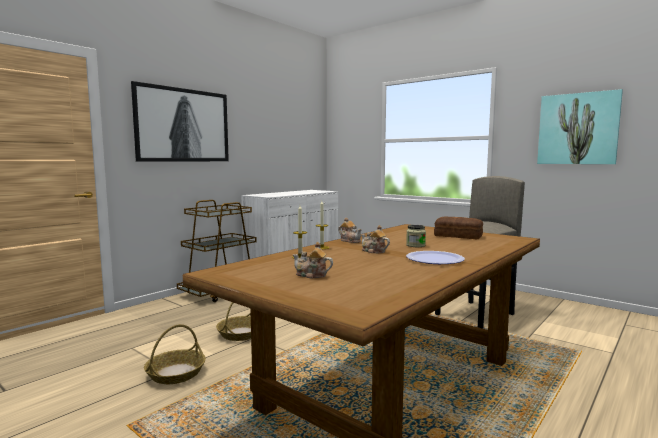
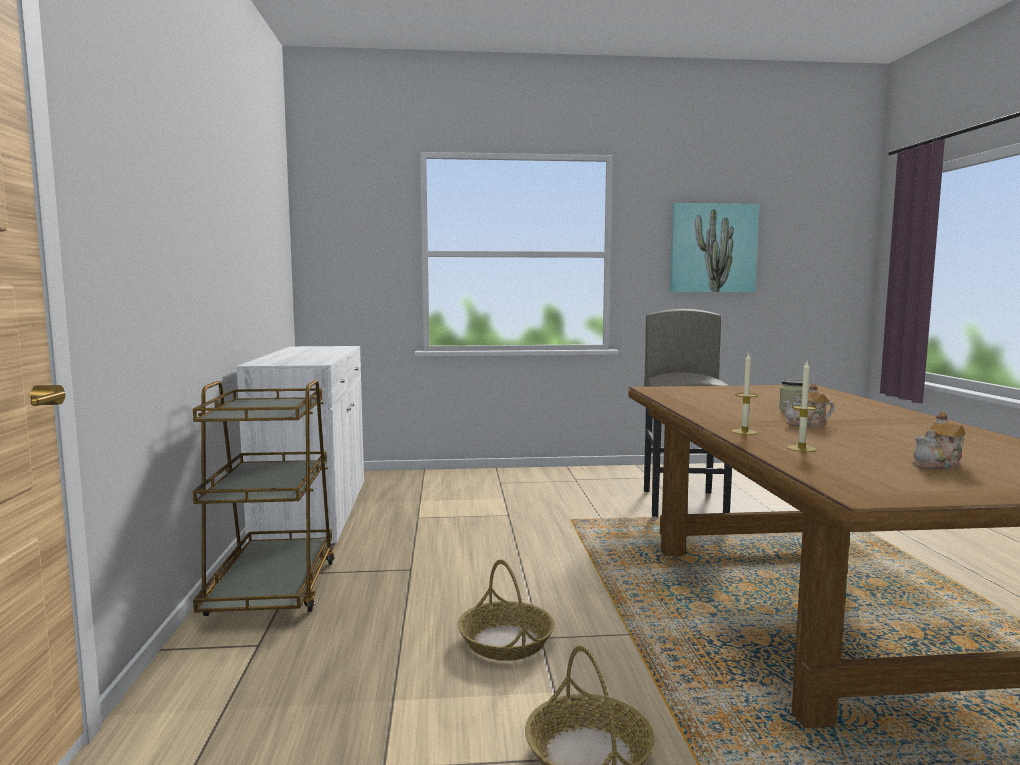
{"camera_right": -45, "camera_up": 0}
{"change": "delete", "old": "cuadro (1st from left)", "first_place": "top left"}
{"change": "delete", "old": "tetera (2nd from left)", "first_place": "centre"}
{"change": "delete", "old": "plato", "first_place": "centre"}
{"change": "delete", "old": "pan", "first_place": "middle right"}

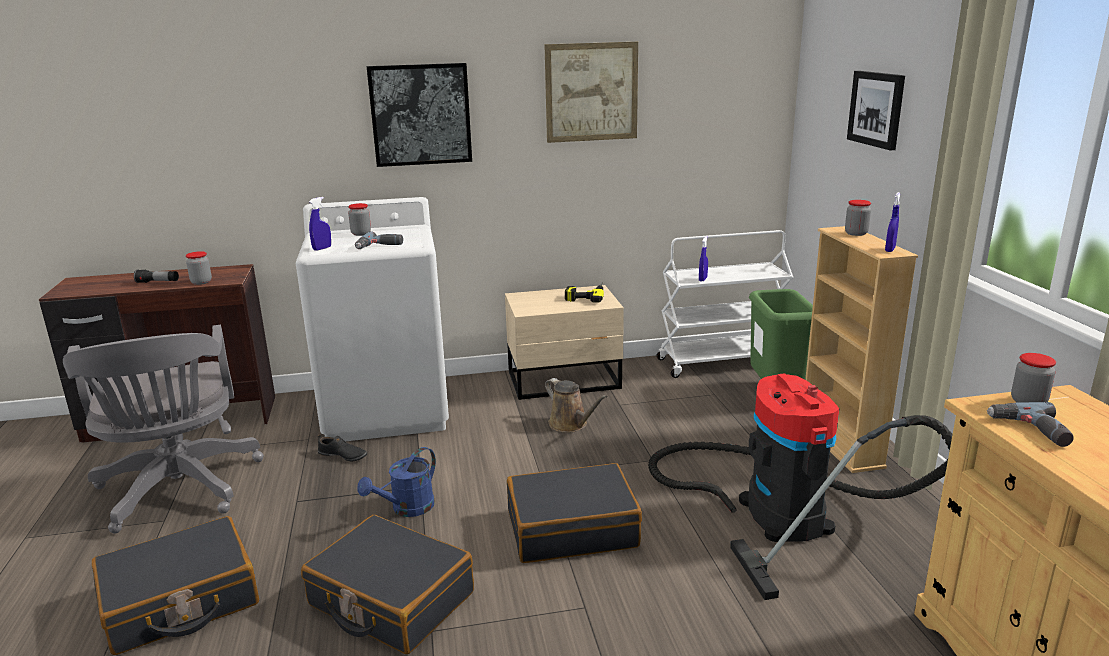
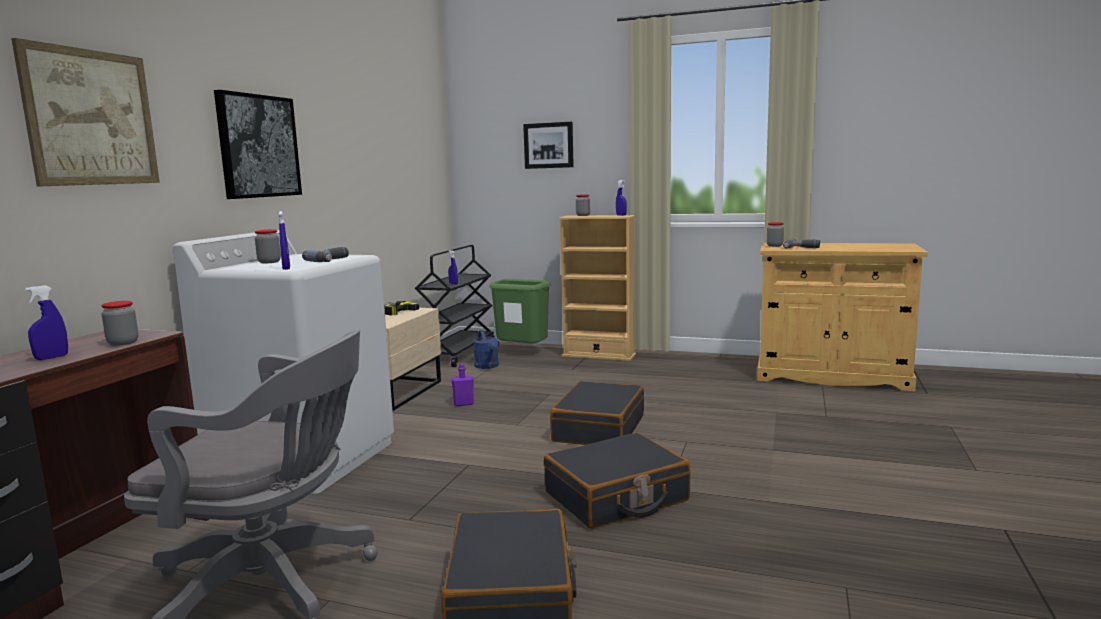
{"camera_right": -60, "camera_up": -10}
{"change": "move", "old": "cuadro (2nd from left in the first image)", "new": "cuadro (1st from left)", "first_place": "top centre", "second_place": "top left"}
{"change": "replace", "old": "linterna", "new": "pulverizador [azul] (1st from left)", "first_place": "middle left", "second_place": "middle left"}
{"change": "recolor", "old": "carrito [blanco]", "new": "carrito [negro]", "first_place": "centre", "second_place": "centre"}
{"change": "replace", "old": "regadera [marrón]", "new": "botella [morado]", "first_place": "centre", "second_place": "centre"}
{"change": "move", "old": "regadera [azul]", "first_place": "bottom centre", "second_place": "centre"}
{"change": "delete", "old": "zapato [negro]", "first_place": "bottom left"}
{"change": "delete", "old": "aspiradora", "first_place": "bottom right"}

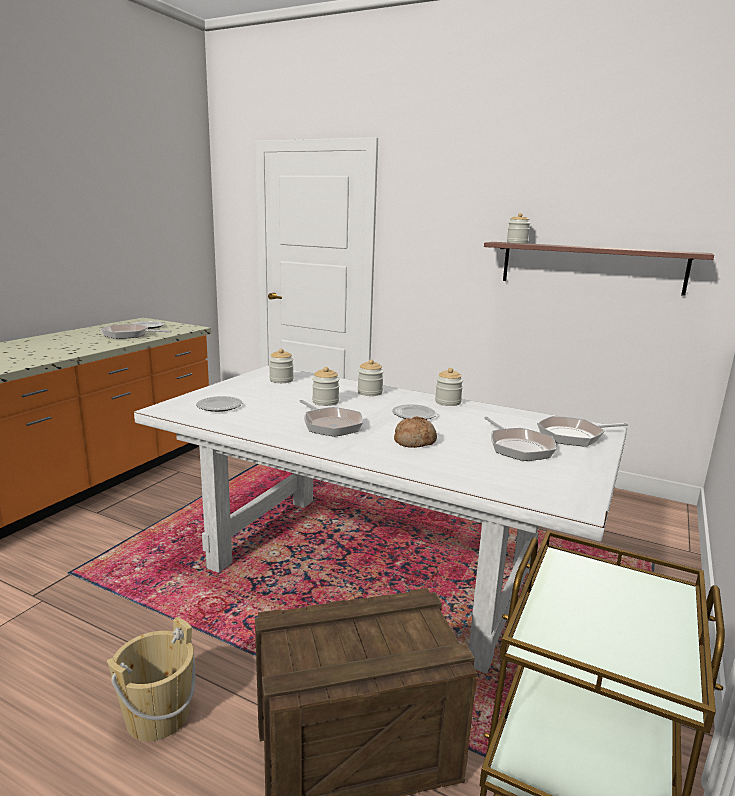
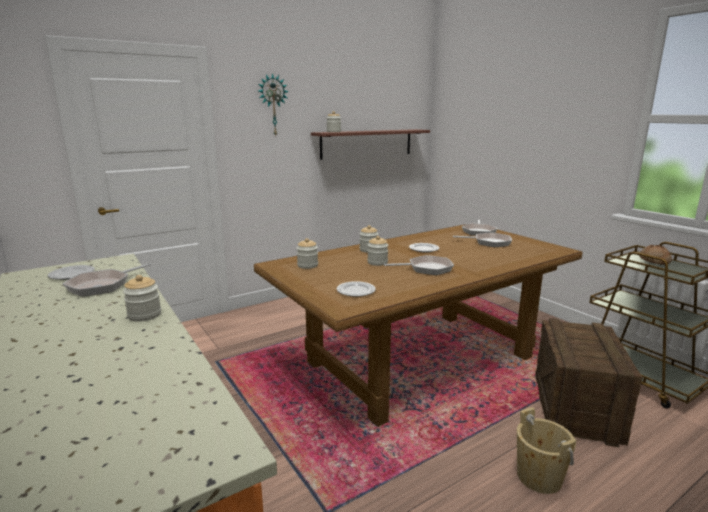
{"camera_right": -60, "camera_up": 0}
{"change": "move", "old": "tarro (4th from left in the first image)", "new": "tarro (1st from left)", "first_place": "centre", "second_place": "middle left"}
{"change": "recolor", "old": "mesa de comedor [blanco]", "new": "mesa de comedor [marrón]", "first_place": "centre", "second_place": "centre"}
{"change": "insert", "new": "reloj de pared", "second_place": "top centre"}
{"change": "move", "old": "pan", "first_place": "centre", "second_place": "middle right"}

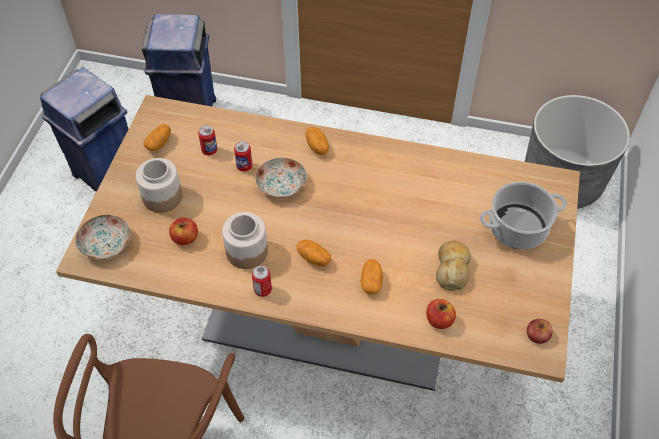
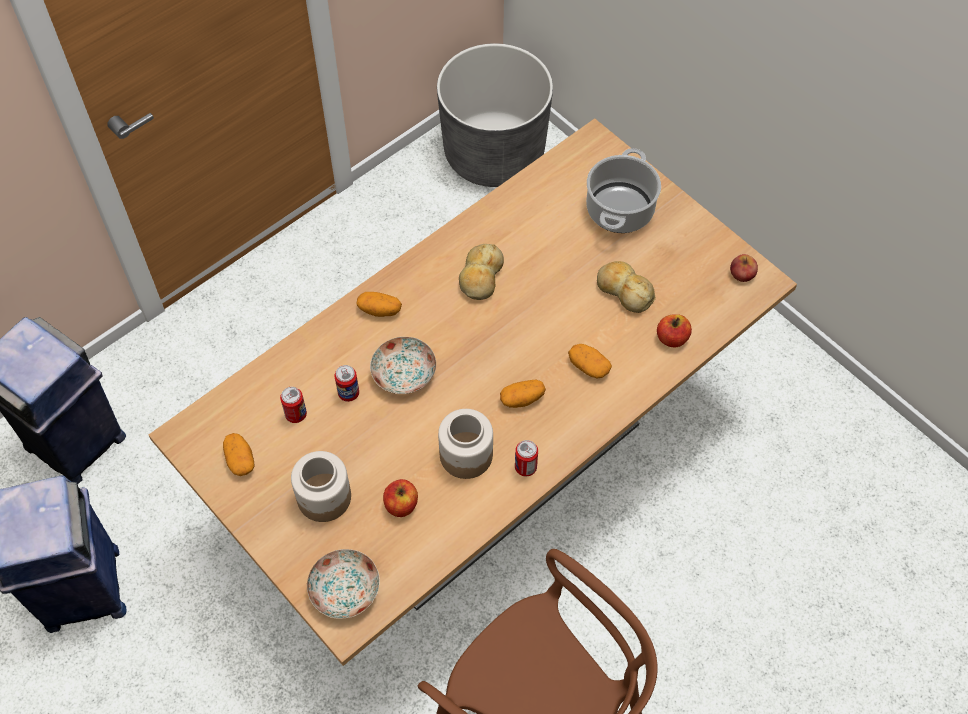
{"camera_right": -55, "camera_up": 5}
{"change": "insert", "new": "pan (1st from left)", "second_place": "centre"}

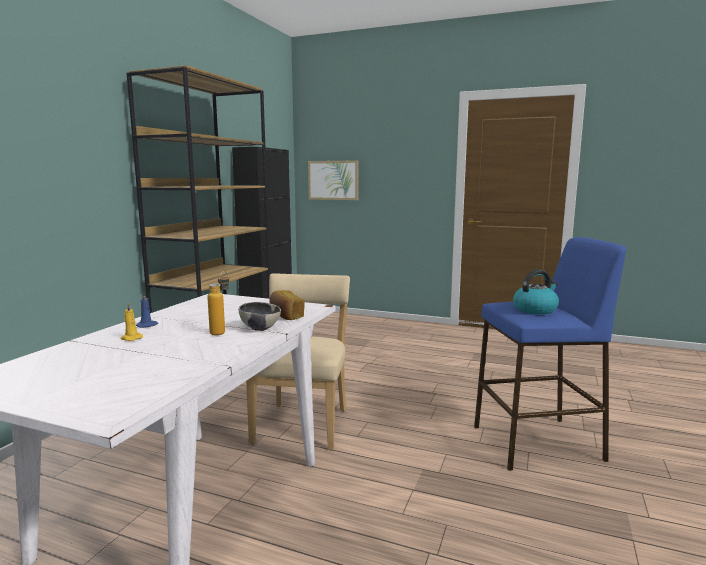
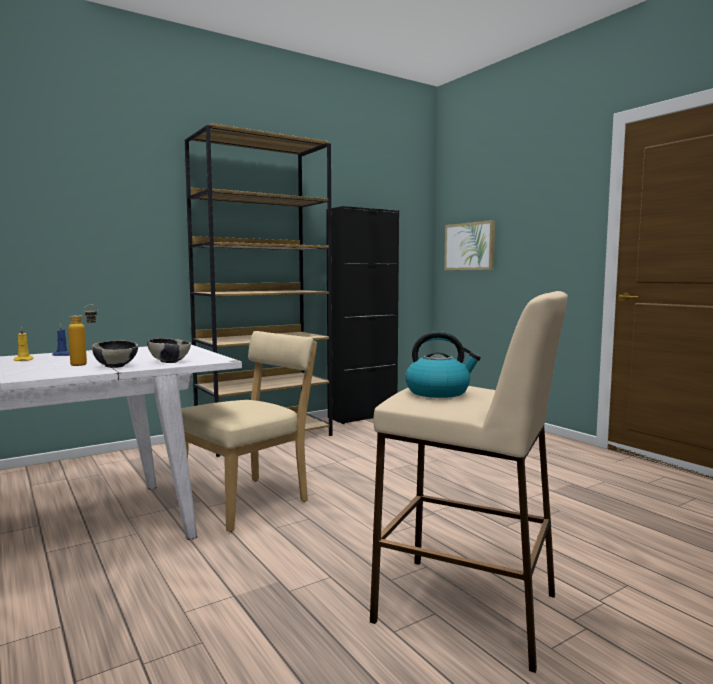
{"camera_right": 35, "camera_up": -5}
{"change": "replace", "old": "pan", "new": "cuenco (2nd from left)", "first_place": "centre", "second_place": "middle left"}
{"change": "recolor", "old": "taburete [azul]", "new": "taburete [beis]", "first_place": "middle right", "second_place": "bottom centre"}

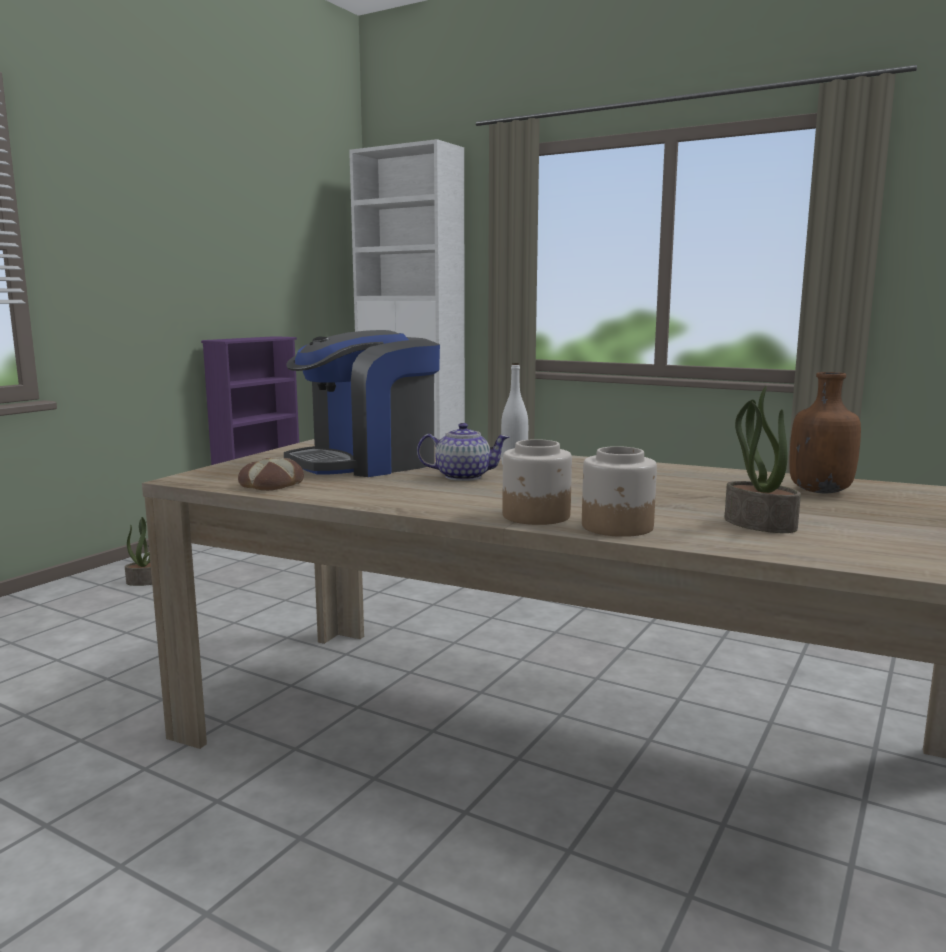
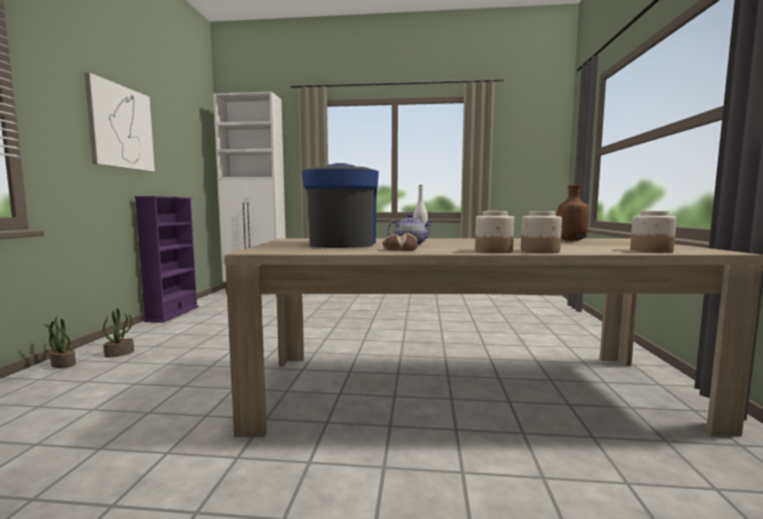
{"camera_right": -25, "camera_up": -5}
{"change": "move", "old": "planta en maceta (2nd from left in the first image)", "new": "planta en maceta (1st from left)", "first_place": "middle right", "second_place": "middle left"}
{"change": "insert", "new": "cuadro", "second_place": "top left"}
{"change": "rotate", "old": "cafetera", "first_place": "centre", "second_place": "centre", "degrees": 150}
{"change": "move", "old": "pan", "first_place": "middle left", "second_place": "centre"}
{"change": "insert", "new": "tarro (3rd from left)", "second_place": "middle right"}

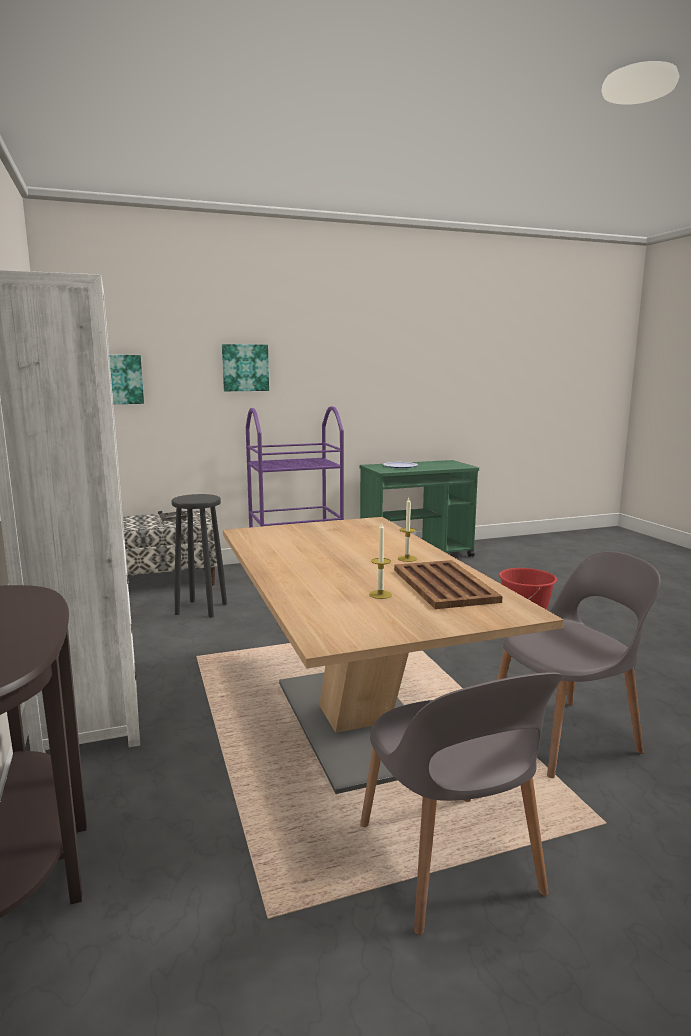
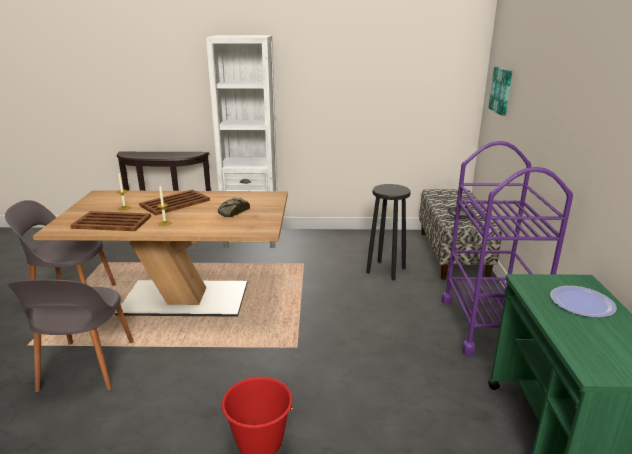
{"camera_right": 110, "camera_up": 10}
{"change": "insert", "new": "bandeja [marrón] (2nd from left)", "second_place": "middle left"}
{"change": "insert", "new": "pan", "second_place": "centre"}
{"change": "delete", "old": "cuadro (2nd from left)", "first_place": "centre"}

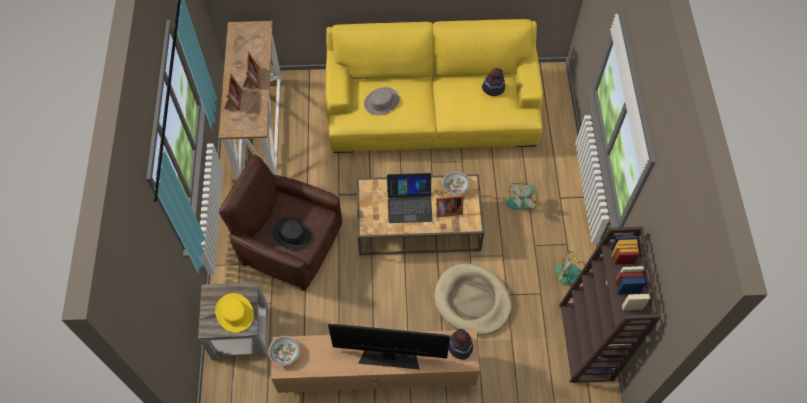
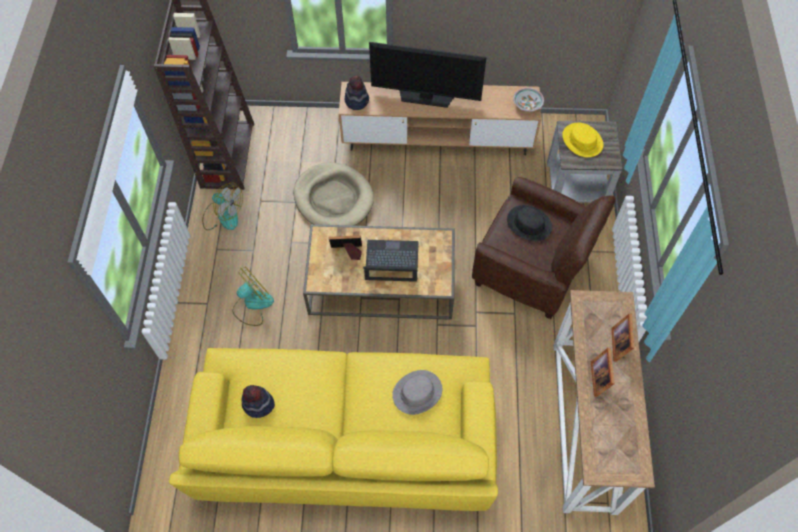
{"camera_right": -175, "camera_up": 0}
{"change": "delete", "old": "cuenco (2nd from left)", "first_place": "centre"}

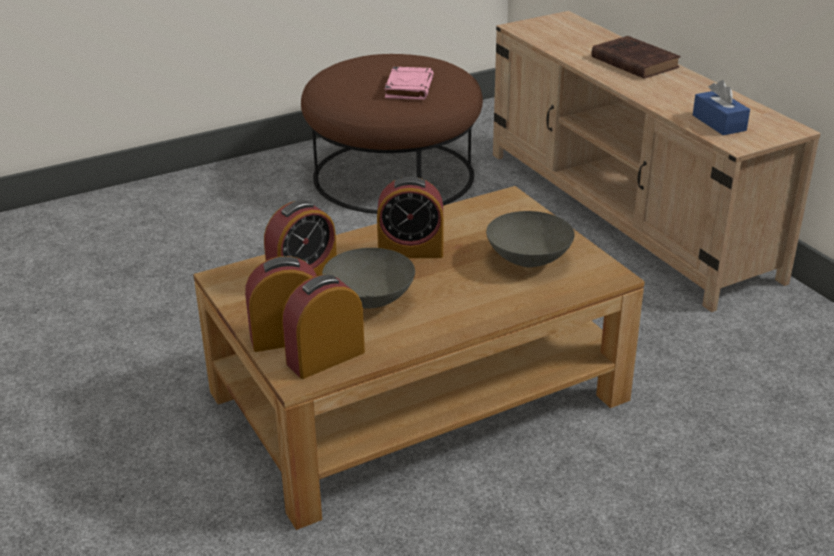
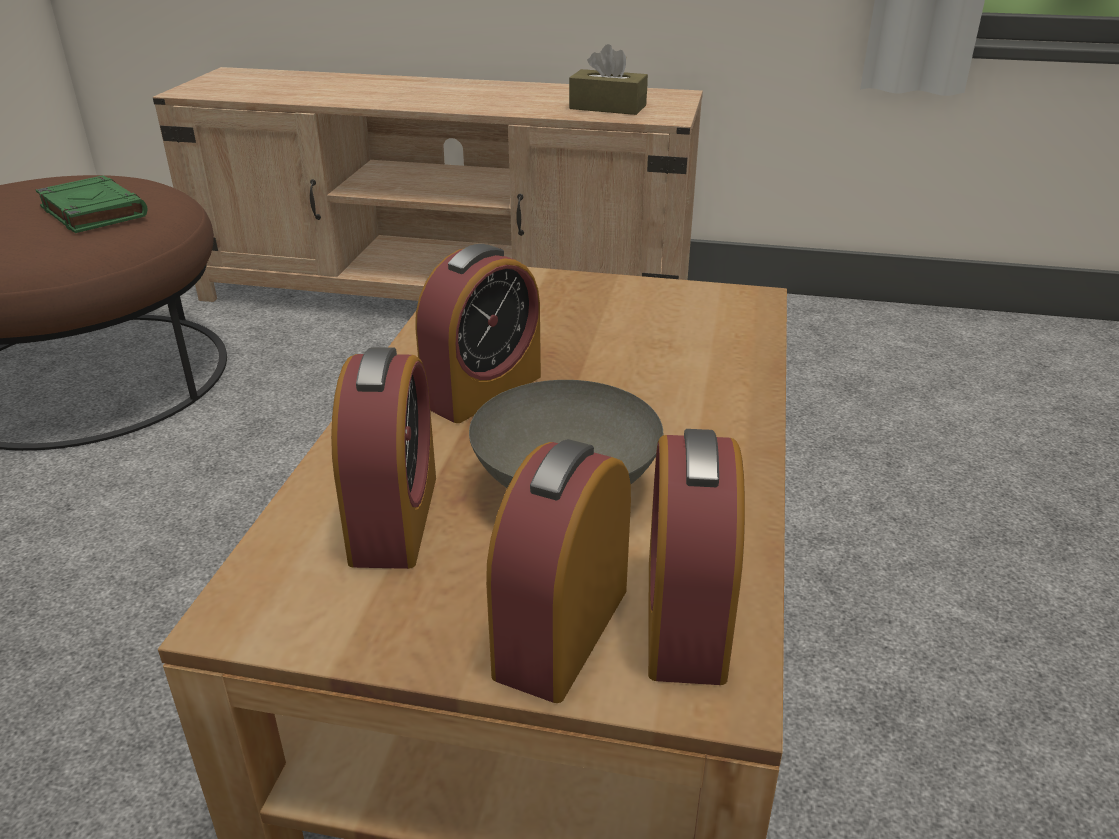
{"camera_right": -50, "camera_up": 0}
{"change": "recolor", "old": "libro [rosa]", "new": "libro [verde]", "first_place": "top centre", "second_place": "top left"}
{"change": "recolor", "old": "caja de pañuelos [azul]", "new": "caja de pañuelos [marrón]", "first_place": "top right", "second_place": "top centre"}
{"change": "delete", "old": "cuenco [gris] (2nd from left)", "first_place": "centre"}
{"change": "delete", "old": "libro [marrón]", "first_place": "top right"}

